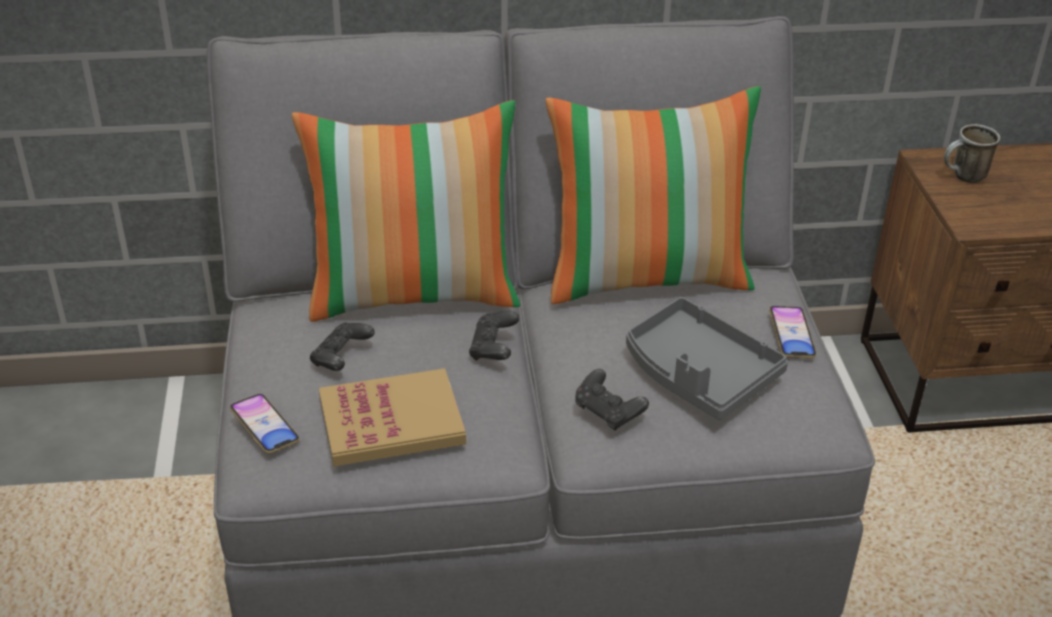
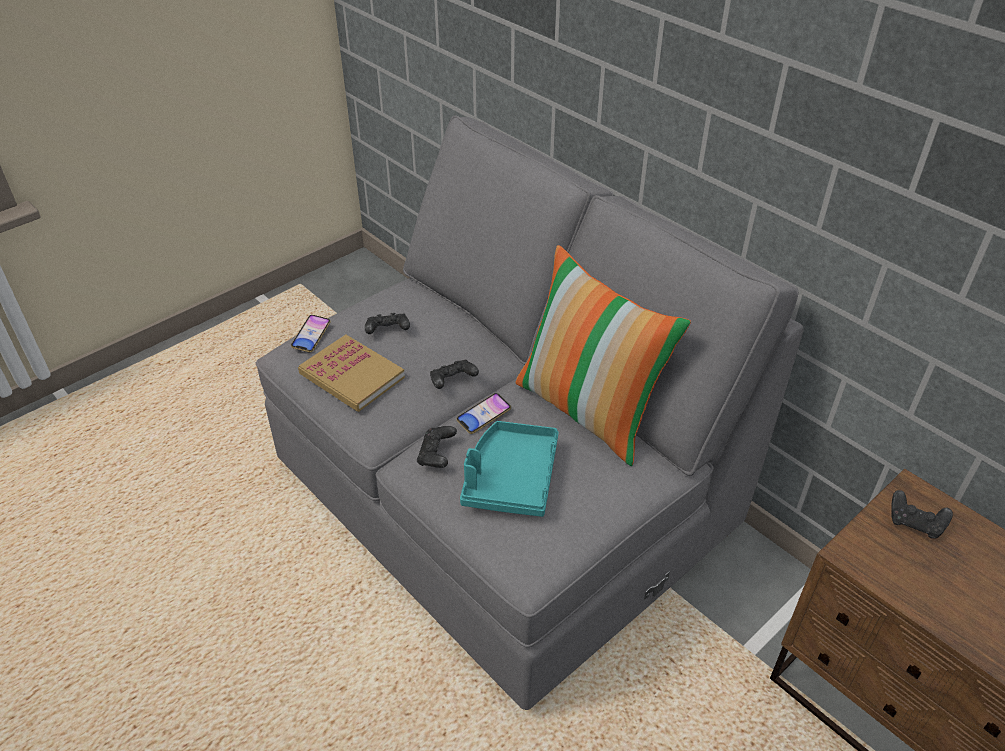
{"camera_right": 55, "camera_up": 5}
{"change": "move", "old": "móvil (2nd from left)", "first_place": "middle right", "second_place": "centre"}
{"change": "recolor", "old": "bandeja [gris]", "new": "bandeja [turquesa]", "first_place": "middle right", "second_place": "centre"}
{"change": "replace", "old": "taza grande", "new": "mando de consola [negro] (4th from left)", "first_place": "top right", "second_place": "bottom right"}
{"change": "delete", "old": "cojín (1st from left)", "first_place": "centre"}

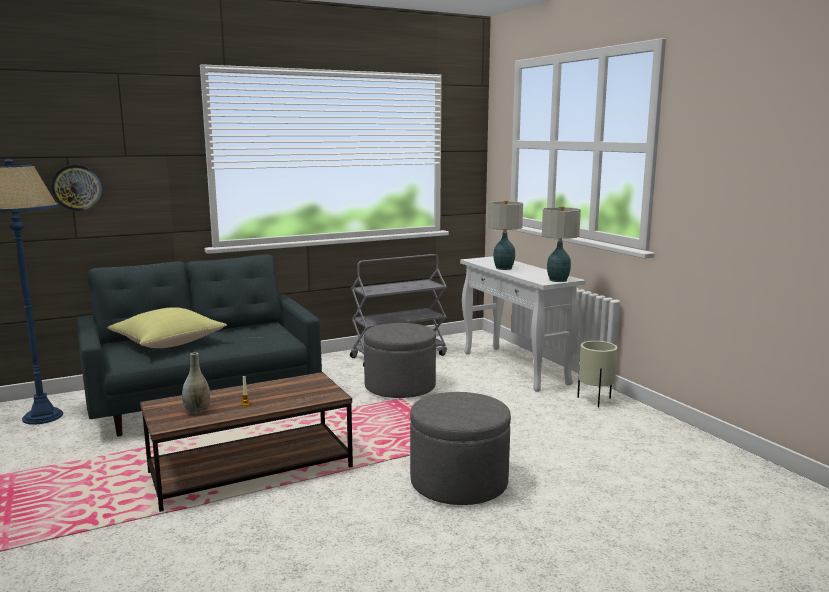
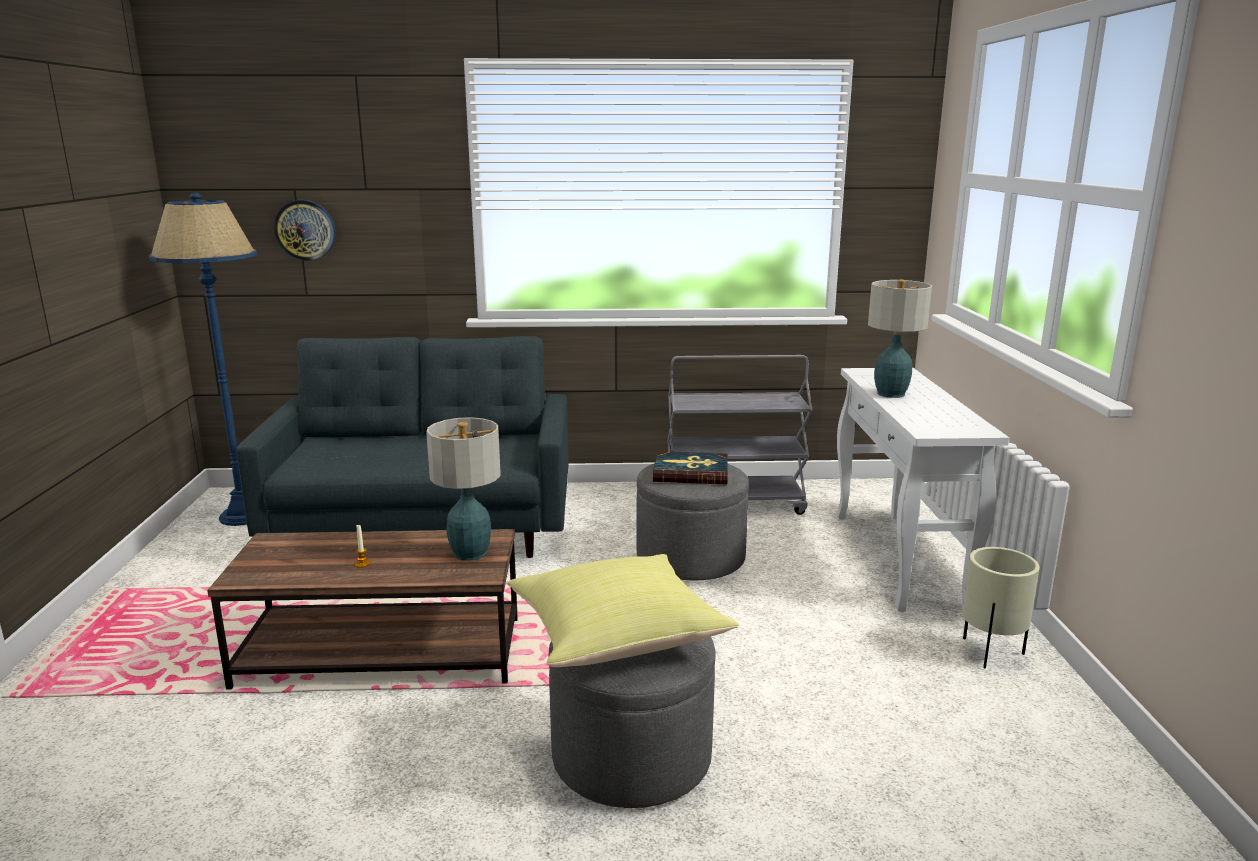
{"camera_right": 25, "camera_up": 5}
{"change": "move", "old": "lámpara de mesa (2nd from left in the first image)", "new": "lámpara de mesa (1st from left)", "first_place": "middle right", "second_place": "centre"}
{"change": "move", "old": "cojín [amarillo]", "first_place": "middle left", "second_place": "bottom centre"}
{"change": "insert", "new": "libro", "second_place": "centre"}
{"change": "delete", "old": "florero [gris]", "first_place": "middle left"}

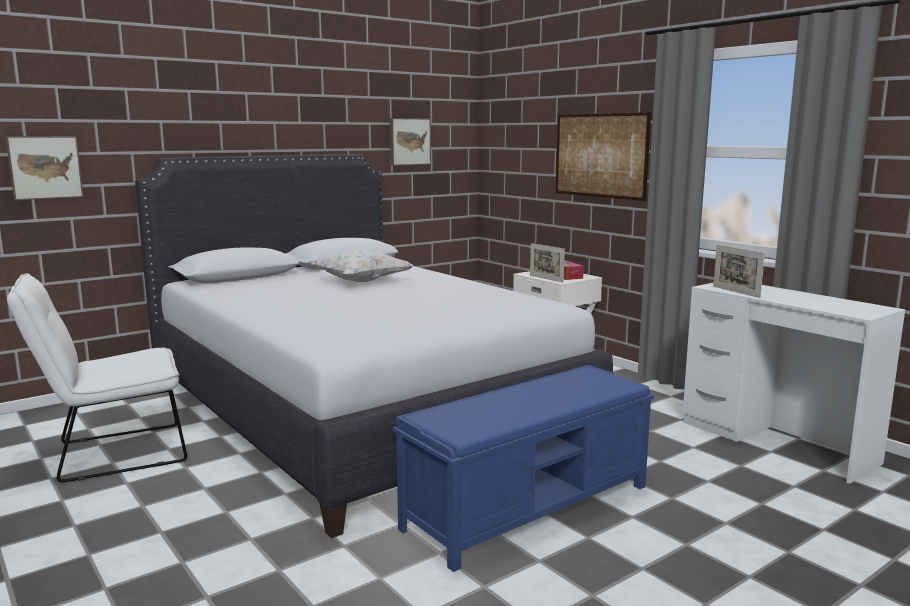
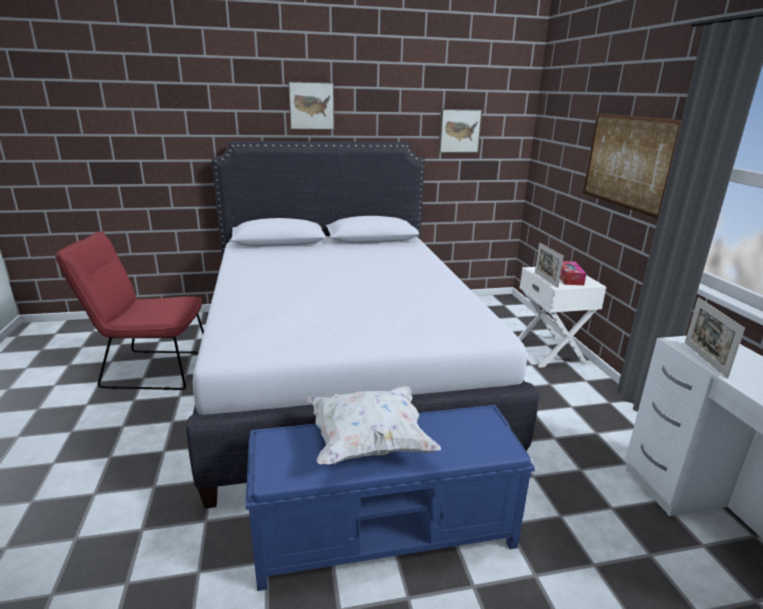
{"camera_right": 25, "camera_up": 10}
{"change": "recolor", "old": "silla [blanco]", "new": "silla [rojo]", "first_place": "middle left", "second_place": "middle left"}
{"change": "move", "old": "cuadro (1st from left)", "first_place": "top left", "second_place": "top centre"}
{"change": "move", "old": "cojín [blanco]", "first_place": "centre", "second_place": "bottom centre"}

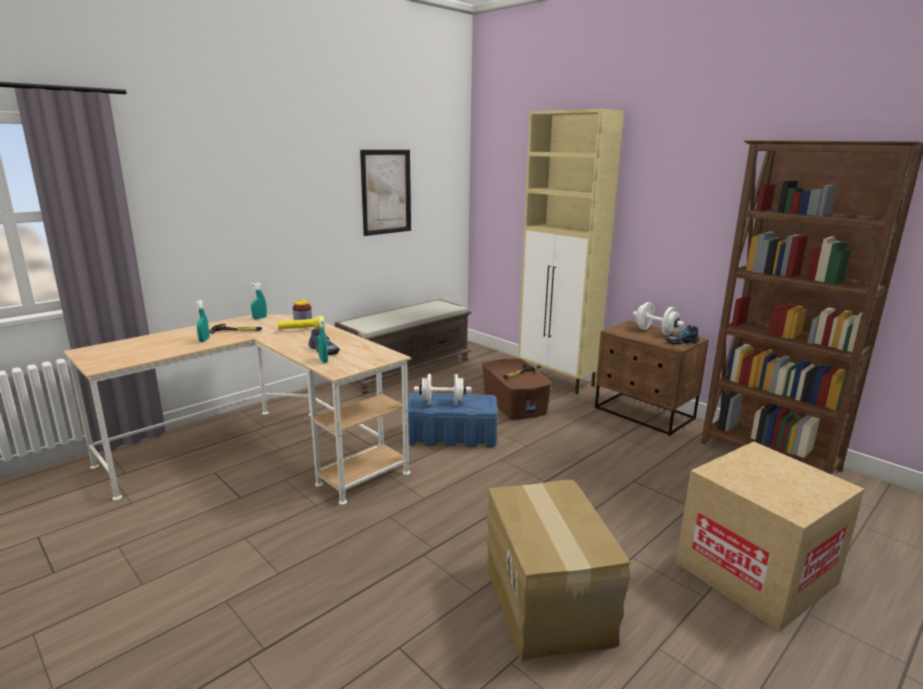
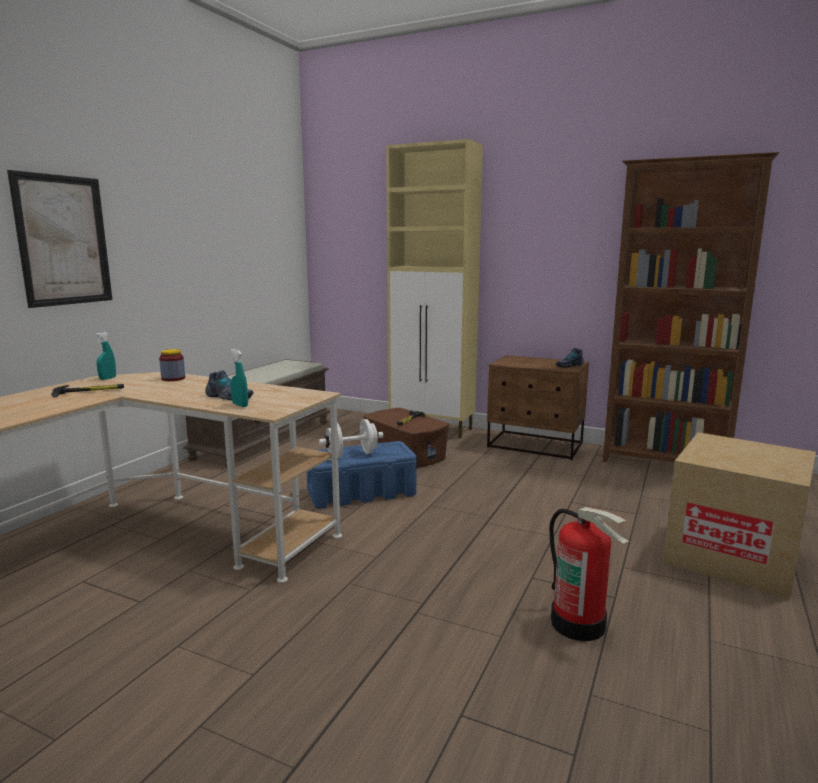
{"camera_right": -20, "camera_up": -5}
{"change": "move", "old": "cuadro", "first_place": "top centre", "second_place": "top left"}
{"change": "replace", "old": "caja de cartón (1st from left)", "new": "extintor", "first_place": "bottom centre", "second_place": "bottom right"}
{"change": "delete", "old": "pulverizador [turquesa] (1st from left)", "first_place": "middle left"}
{"change": "delete", "old": "linterna [amarillo]", "first_place": "middle left"}
{"change": "delete", "old": "mancuerna [blanco] (2nd from left)", "first_place": "middle right"}

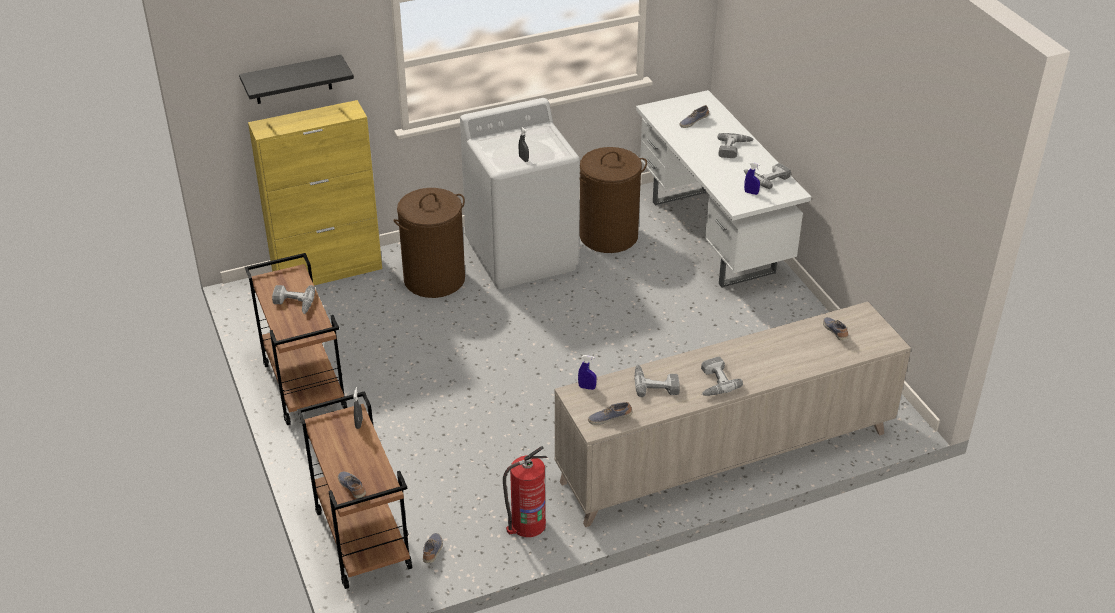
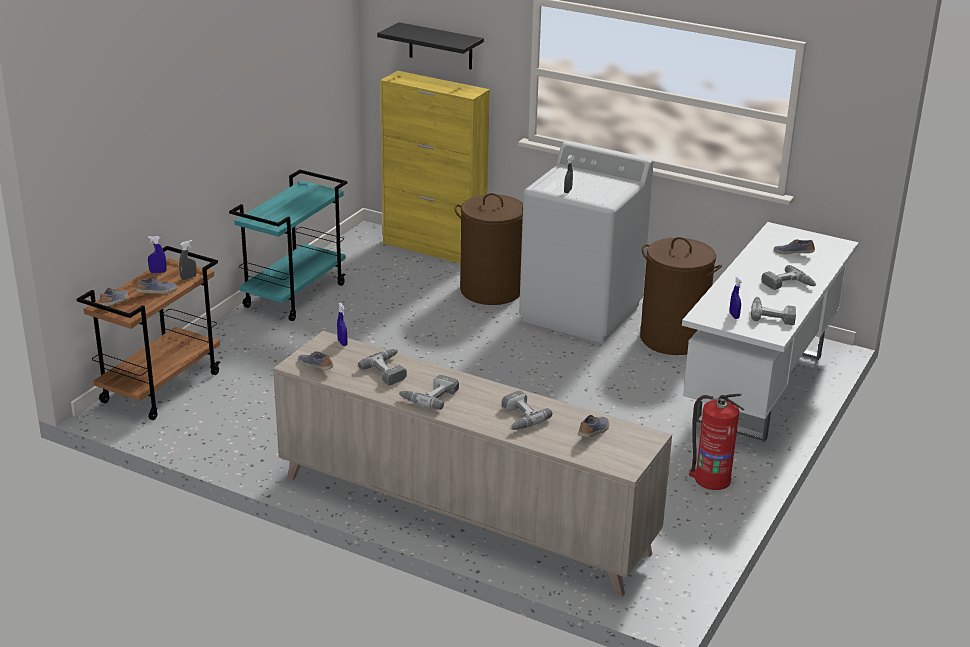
{"camera_right": 50, "camera_up": -10}
{"change": "move", "old": "zapato (2nd from left)", "first_place": "bottom centre", "second_place": "middle left"}
{"change": "insert", "new": "pulverizador [azul] (1st from left)", "second_place": "middle left"}
{"change": "recolor", "old": "carrito [marrón] (1st from left)", "new": "carrito [turquesa]", "first_place": "middle left", "second_place": "middle left"}
{"change": "move", "old": "taladro (1st from left in the first image)", "new": "taladro (3rd from left)", "first_place": "middle left", "second_place": "centre"}
{"change": "move", "old": "extintor", "first_place": "bottom centre", "second_place": "bottom right"}

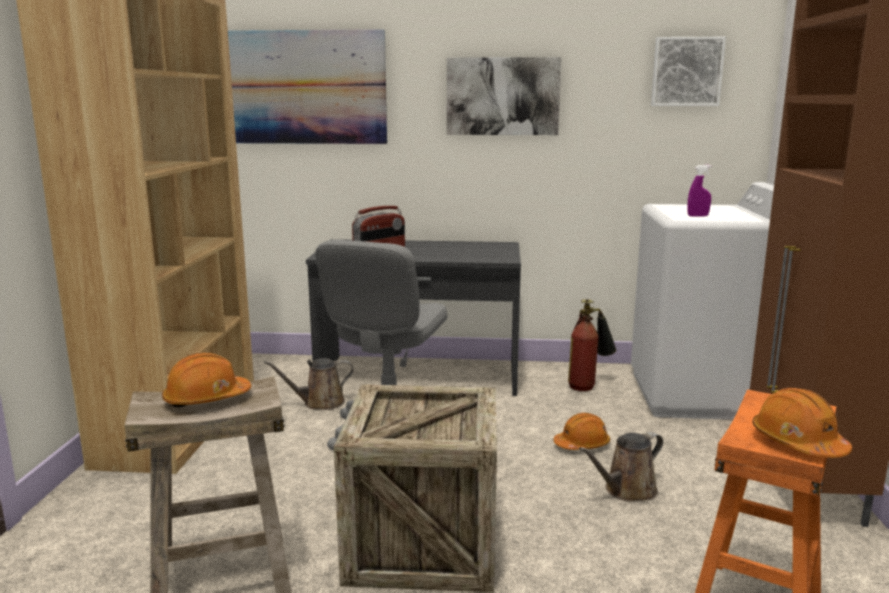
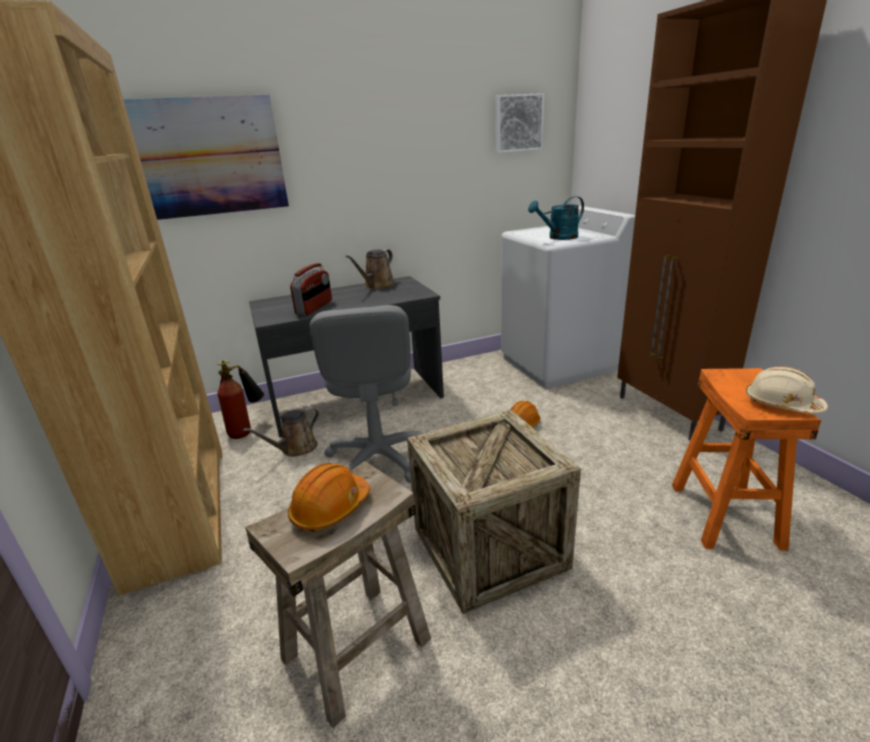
{"camera_right": -25, "camera_up": 10}
{"change": "move", "old": "extintor", "first_place": "centre", "second_place": "middle left"}
{"change": "move", "old": "regadera [marrón] (2nd from left)", "first_place": "bottom right", "second_place": "centre"}
{"change": "replace", "old": "pulverizador [morado]", "new": "regadera [turquesa]", "first_place": "top right", "second_place": "top centre"}
{"change": "recolor", "old": "casco [naranja] (3rd from left)", "new": "casco [beis]", "first_place": "bottom right", "second_place": "middle right"}
{"change": "delete", "old": "cuadro (2nd from left)", "first_place": "top centre"}

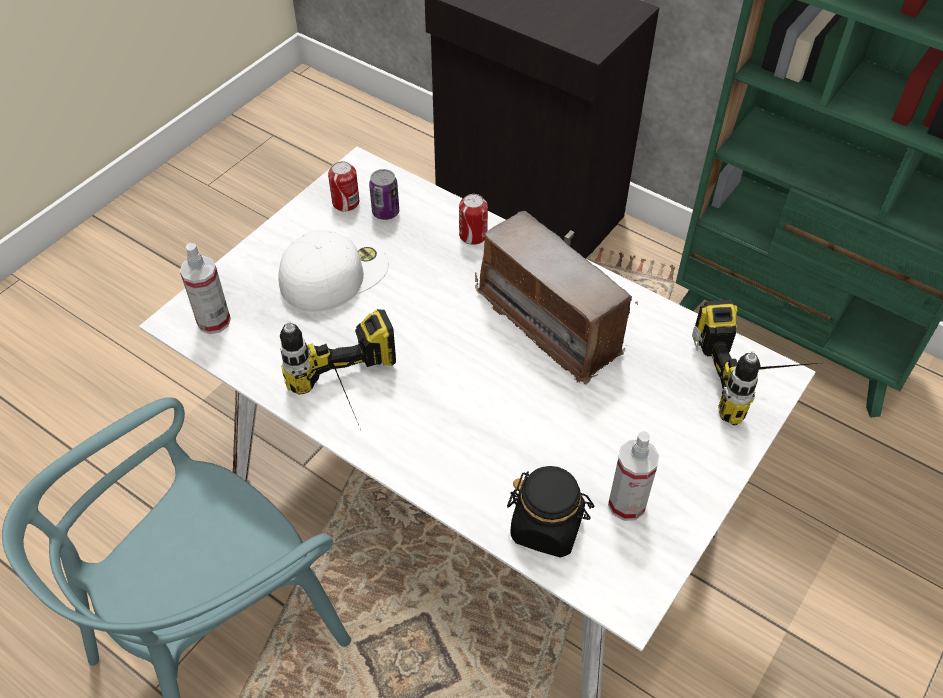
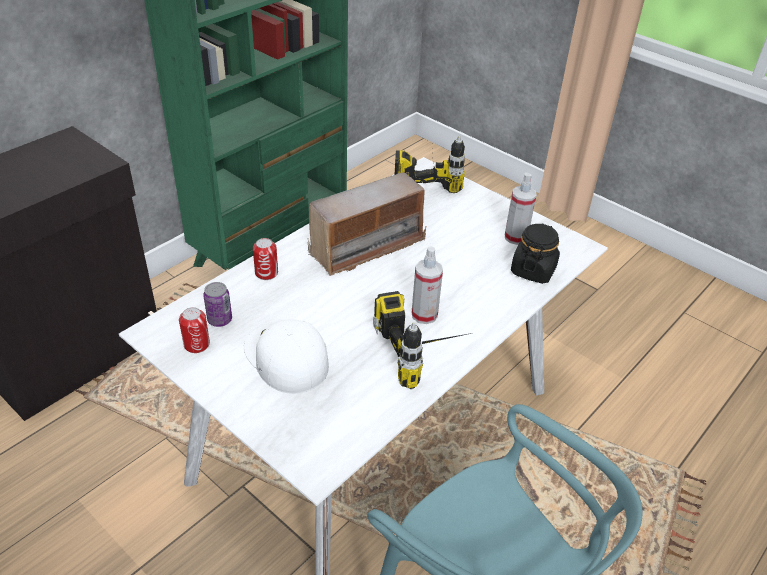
{"camera_right": -85, "camera_up": -10}
{"change": "move", "old": "pulverizador (1st from left)", "first_place": "middle left", "second_place": "centre"}

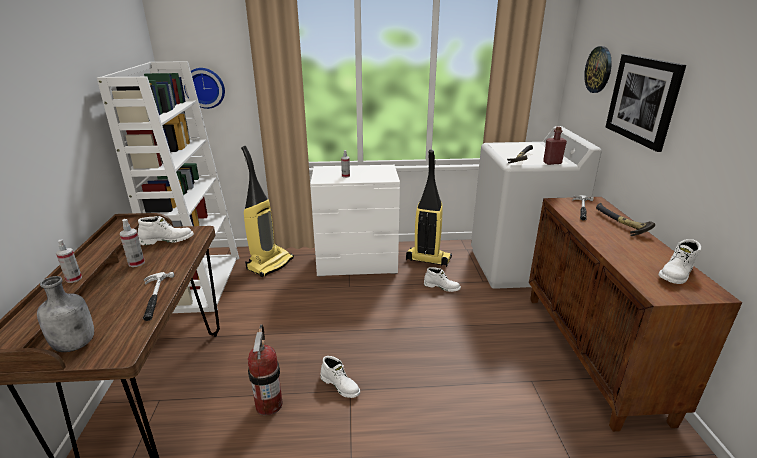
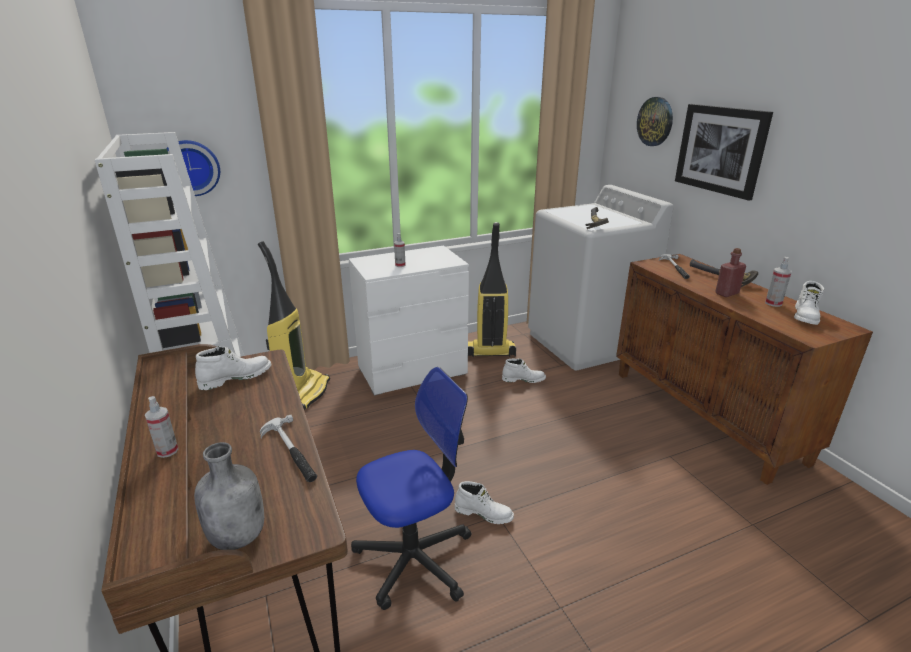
{"camera_right": -20, "camera_up": 0}
{"change": "replace", "old": "extintor", "new": "silla de oficina", "first_place": "bottom centre", "second_place": "bottom centre"}
{"change": "move", "old": "botella [rojo]", "first_place": "top right", "second_place": "middle right"}
{"change": "move", "old": "pulverizador (2nd from left in the first image)", "new": "pulverizador (3rd from left)", "first_place": "middle left", "second_place": "middle right"}

